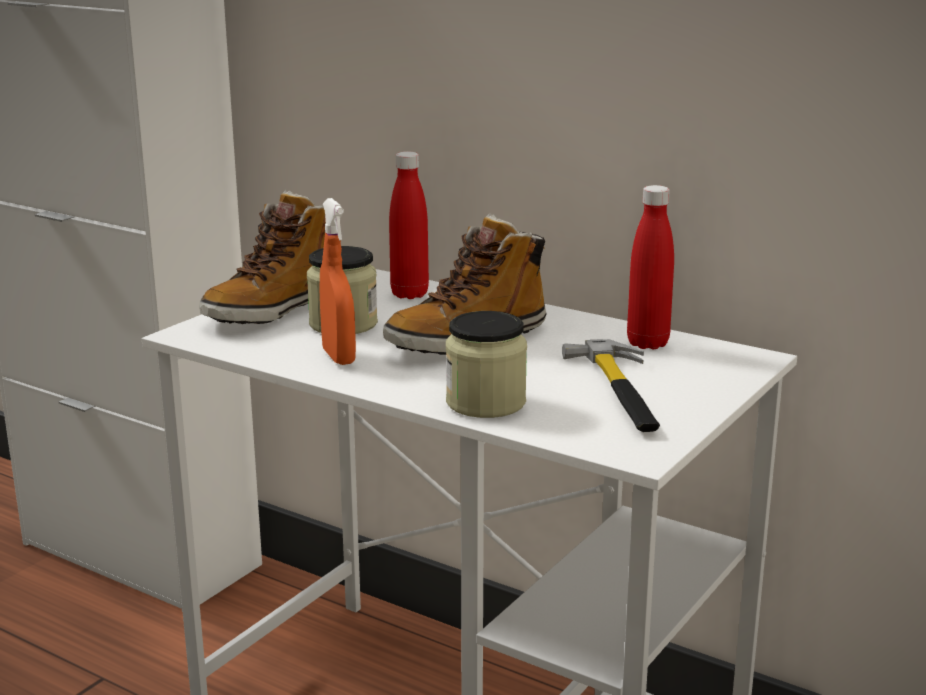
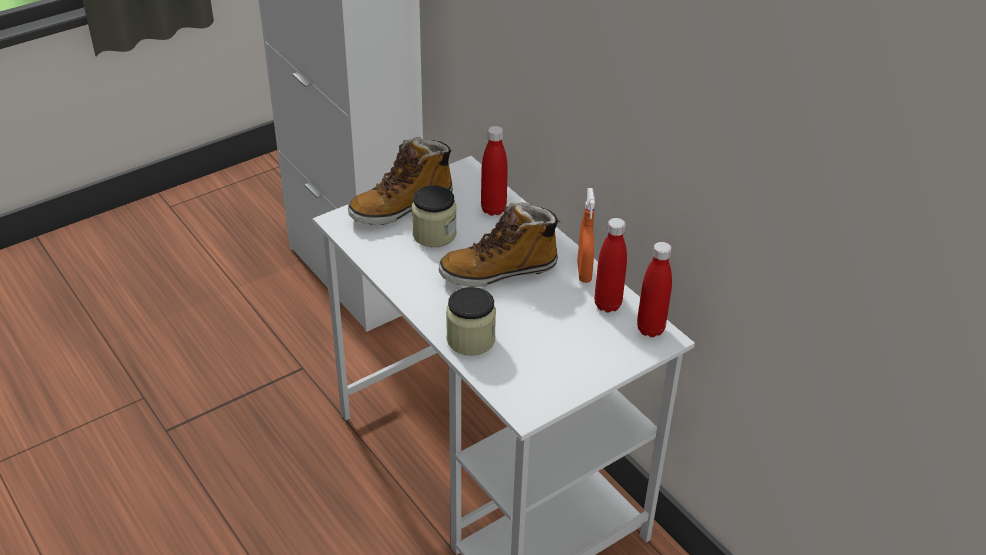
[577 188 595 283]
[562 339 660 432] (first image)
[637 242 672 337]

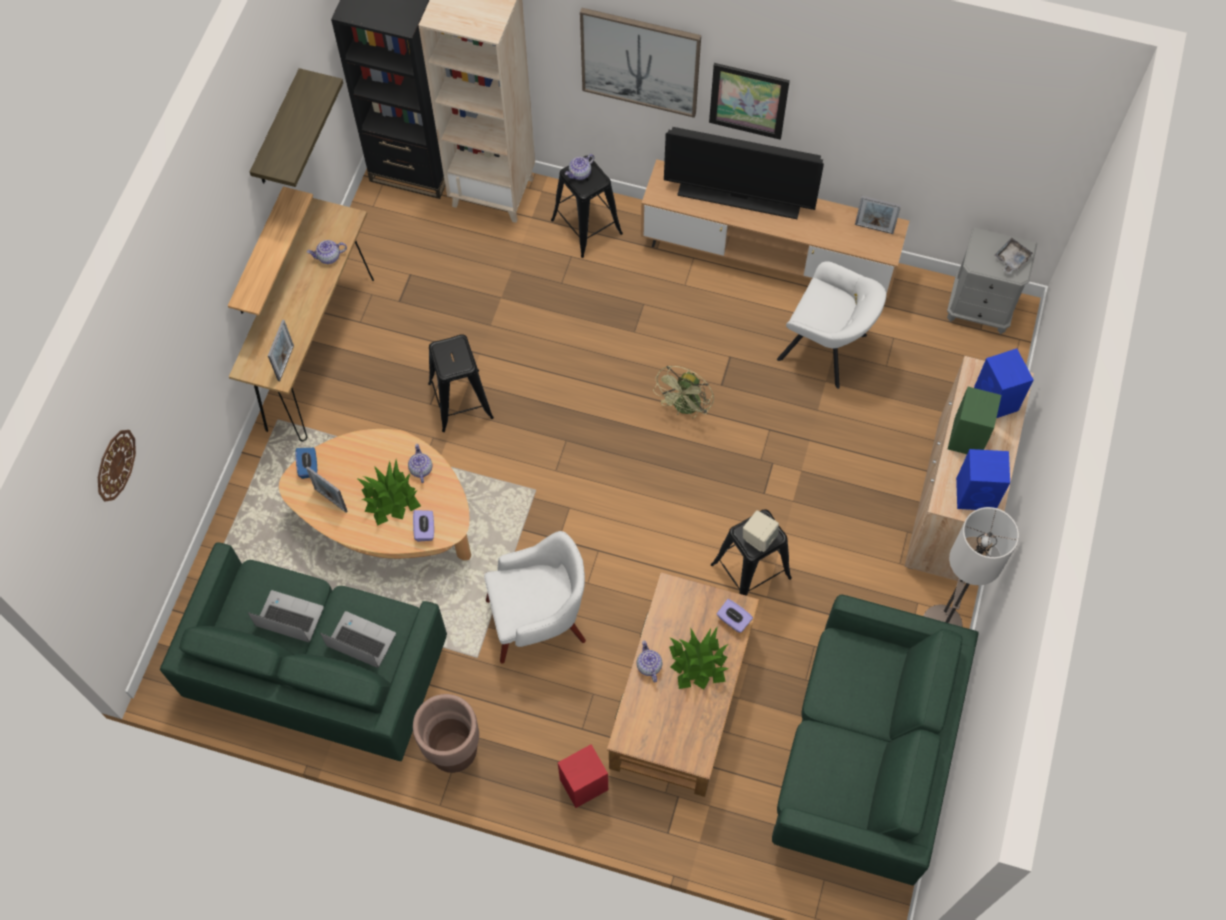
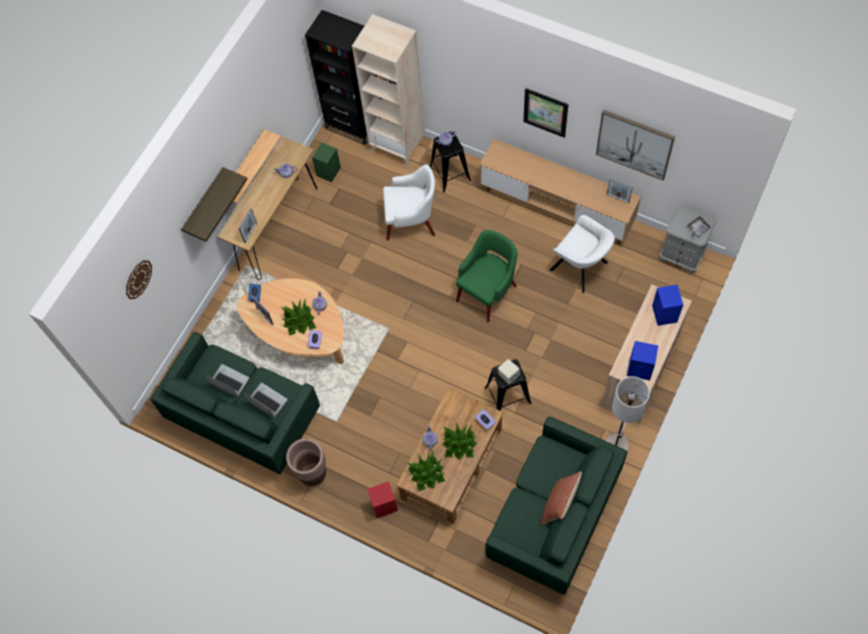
[181 167 247 242]
[428 334 494 432] (first image)
[383 164 435 241]
[596 110 675 181]
[456 230 518 322]
[664 127 824 219] (first image)
[312 142 341 182]
[407 451 445 491]
[541 471 582 525]

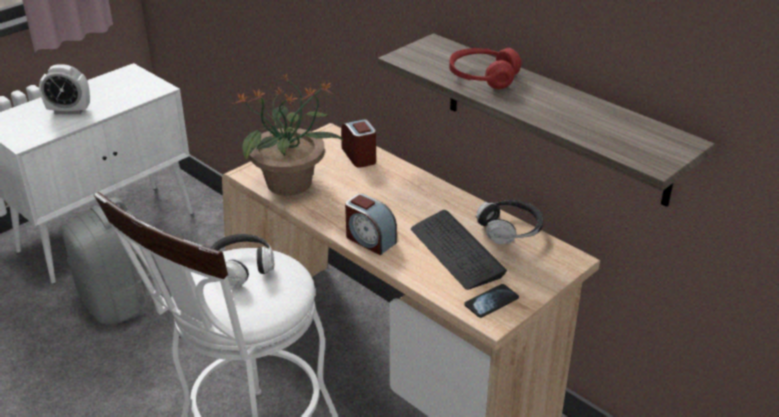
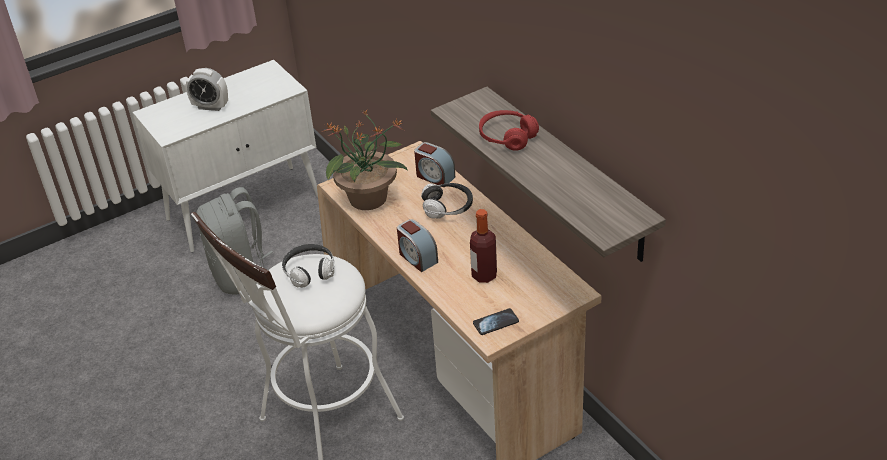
[414 142 455 185]
[470 209 497 283]
[421 183 473 219]

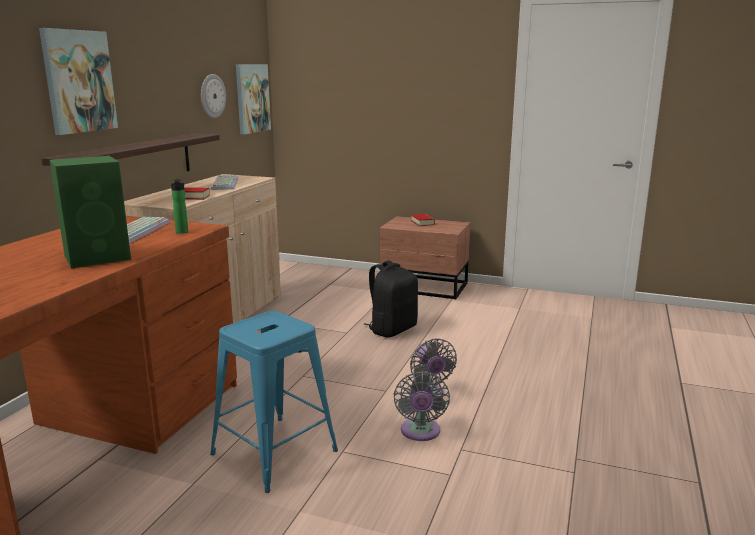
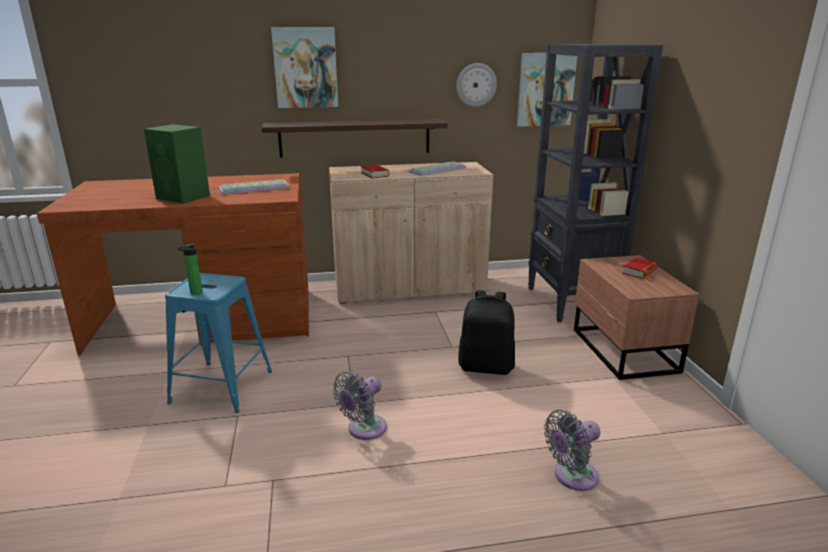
[177 243 203 295]
[544 410 600 491]
[528 44 663 322]

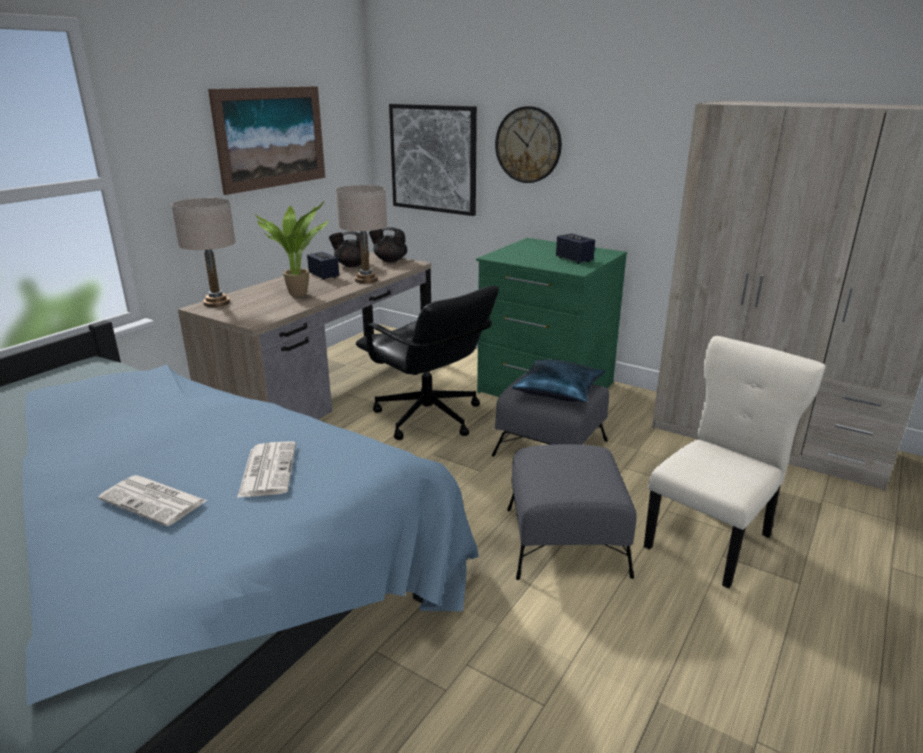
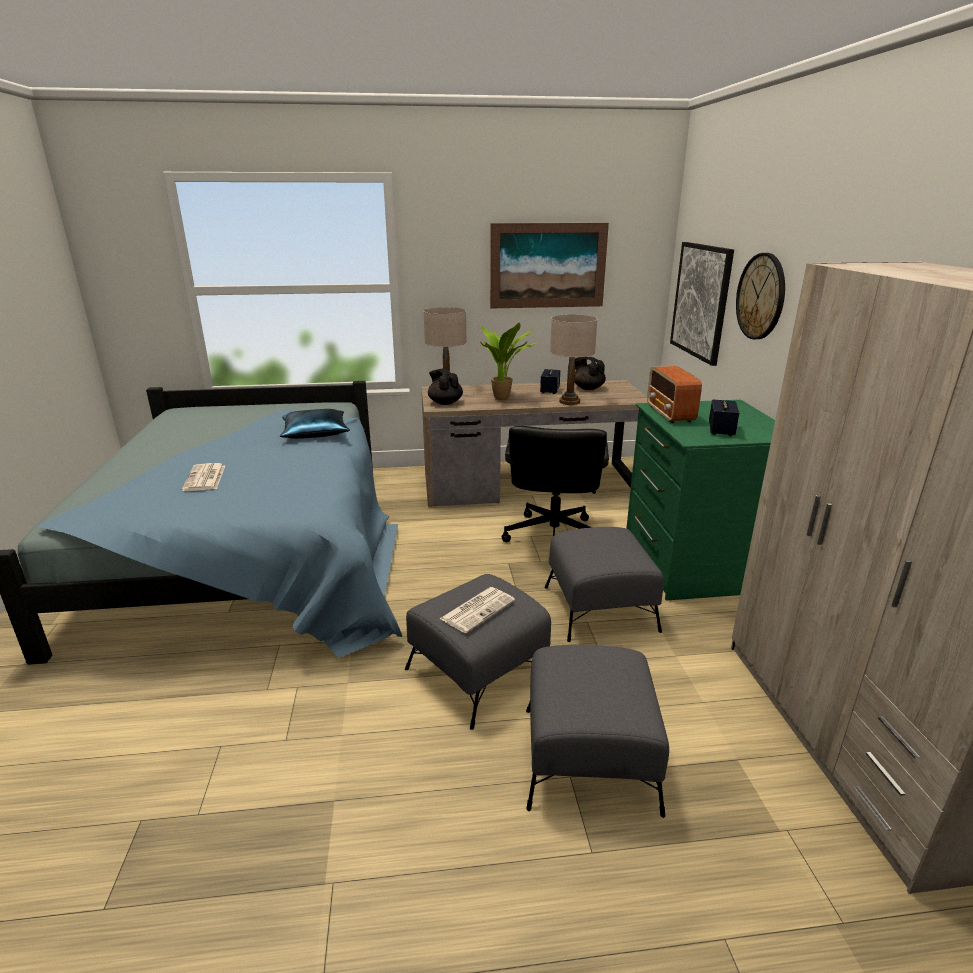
[440 587 515 633]
[428 369 463 405]
[280 409 350 439]
[526 645 669 818]
[647 366 702 423]

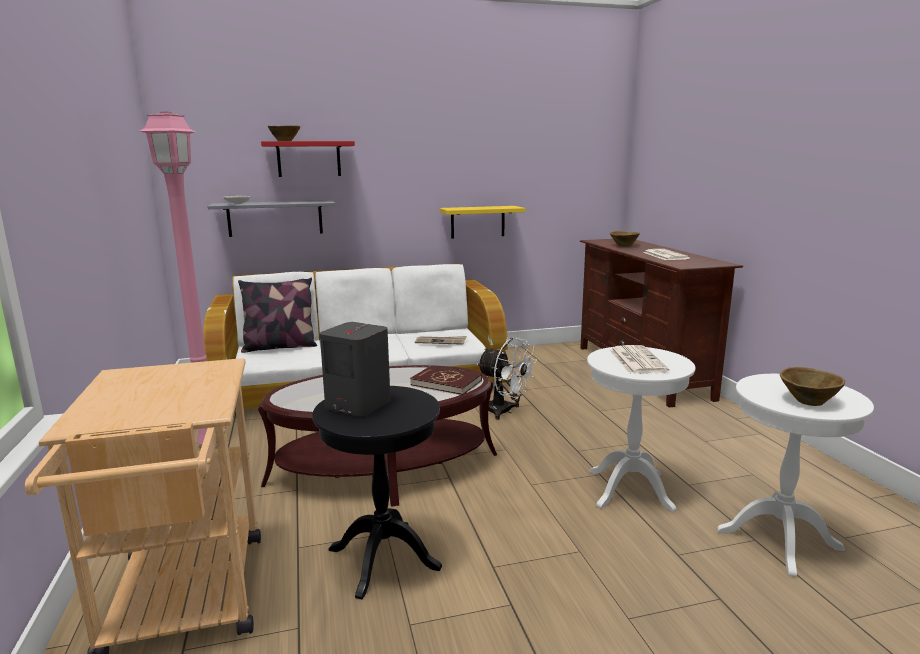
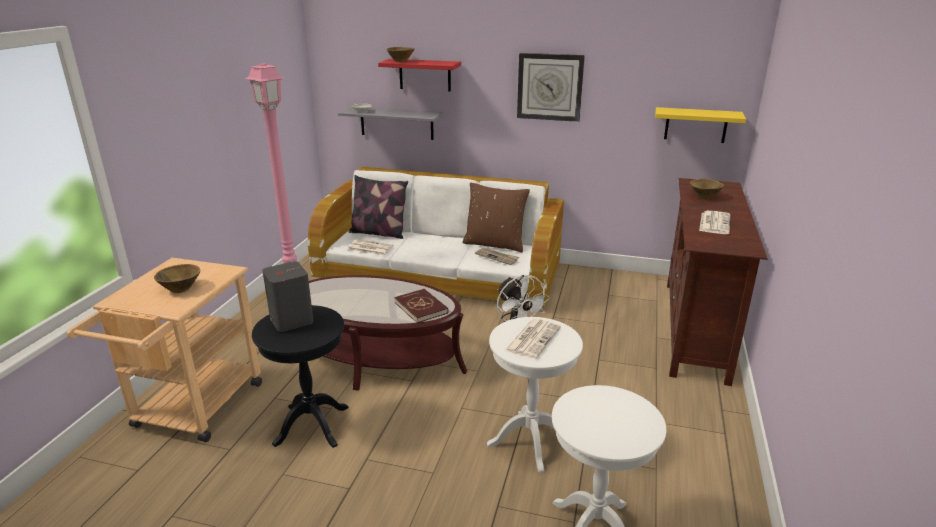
[655 107 746 143]
[154 264 200 293]
[348 239 394 255]
[462 183 530 252]
[517 53 585 122]

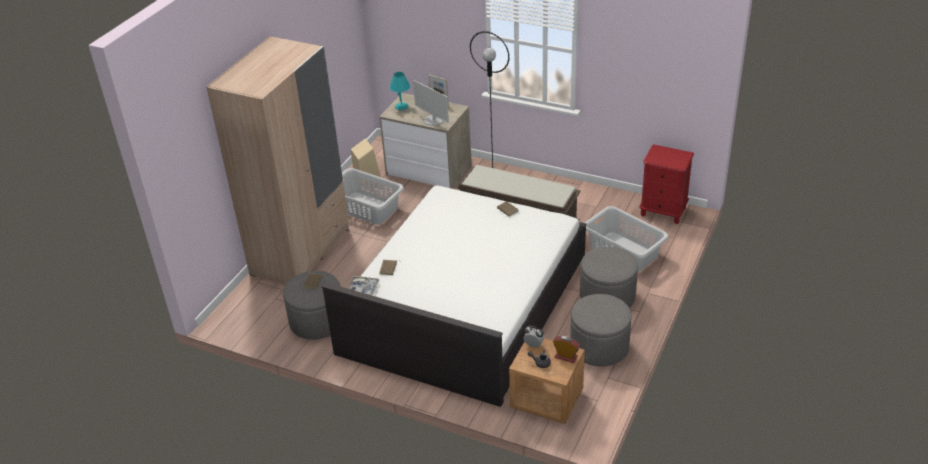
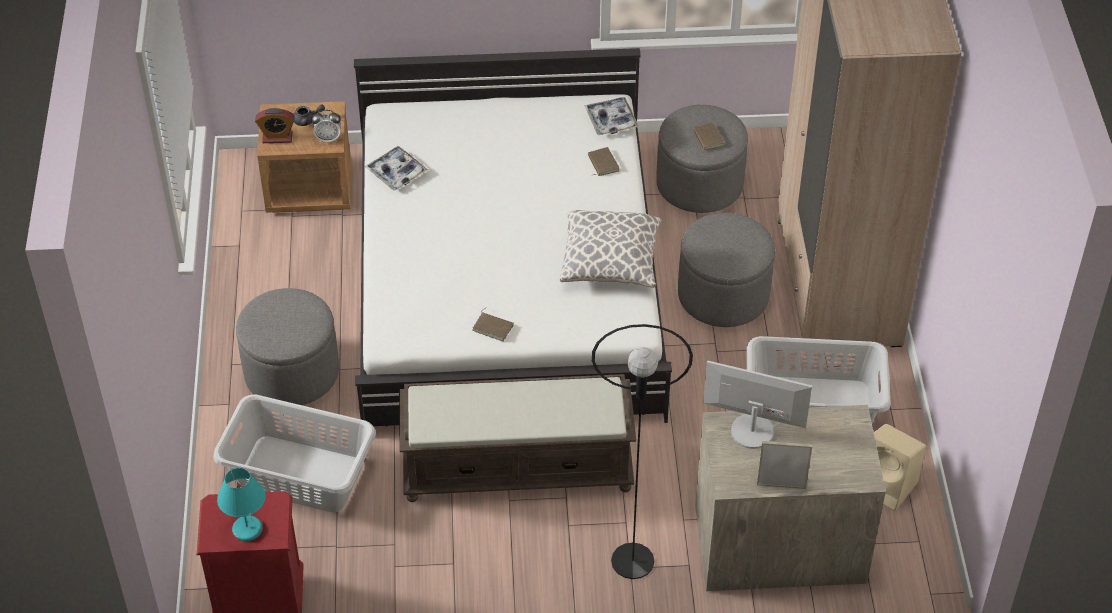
[217 468 266 541]
[678 213 775 327]
[365 146 428 190]
[560 210 661 288]

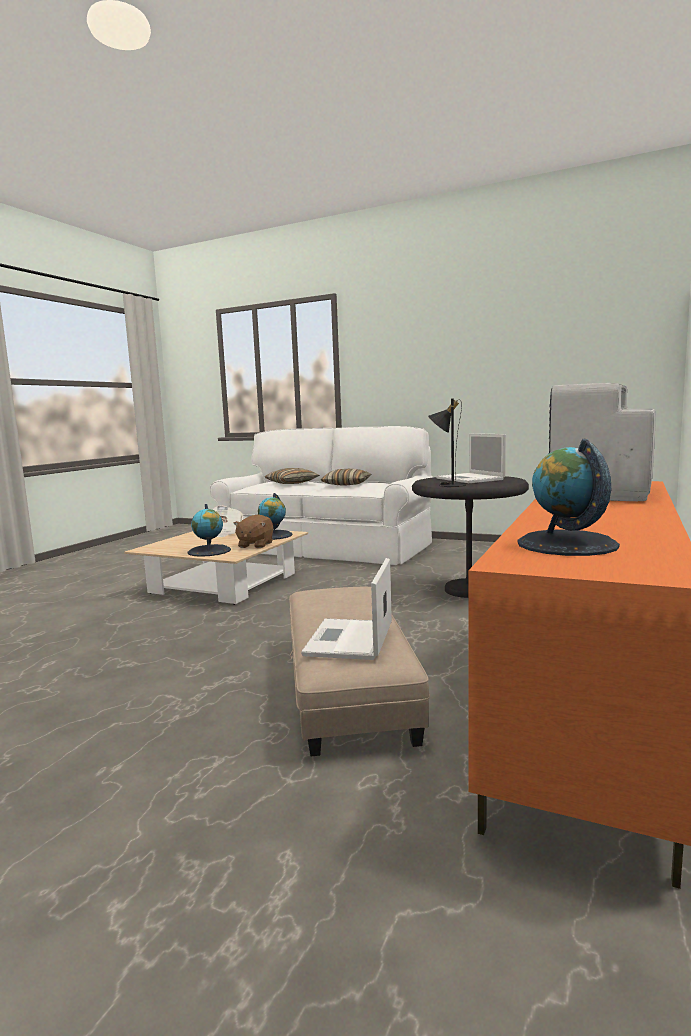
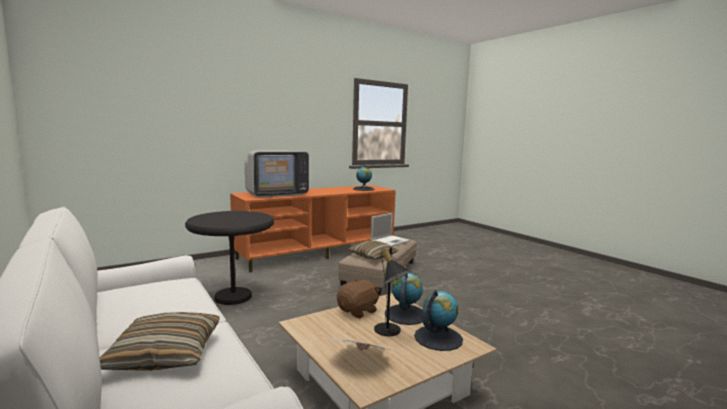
[414 290 463 351]
[347 241 398 259]
[374 247 410 336]
[436 433 506 483] (first image)

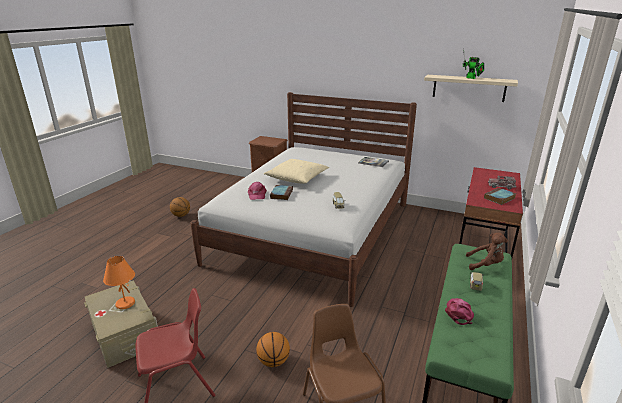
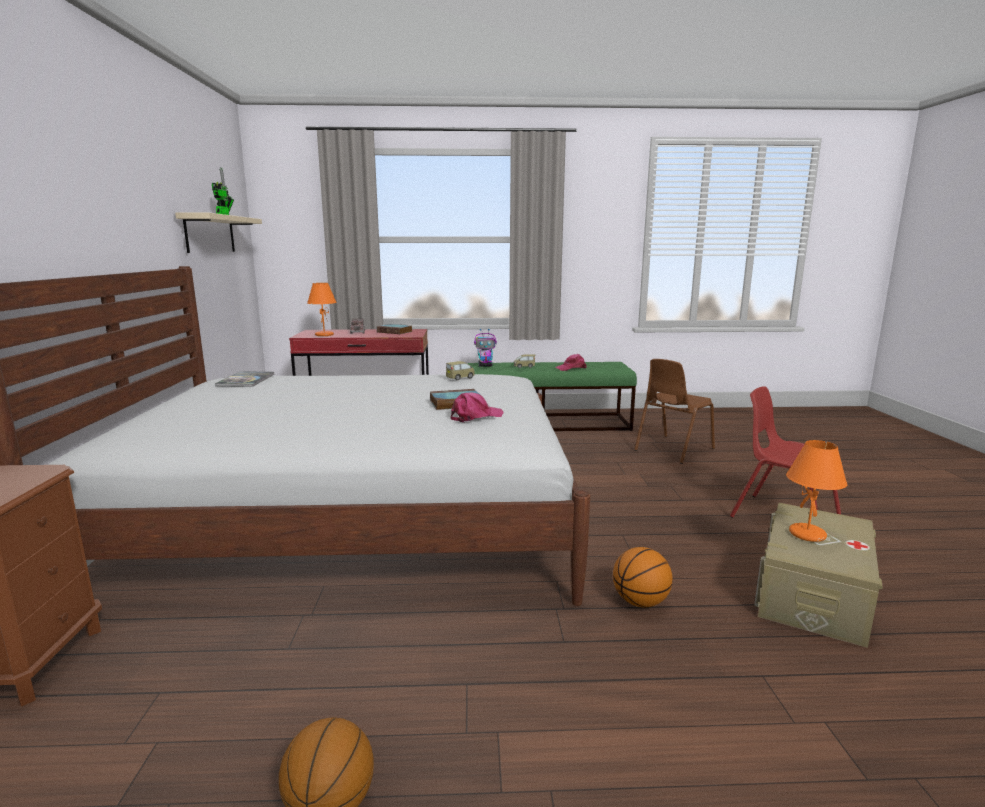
[613 547 673 607]
[264 159 329 184] (first image)
[474 329 497 367]
[307 283 337 336]

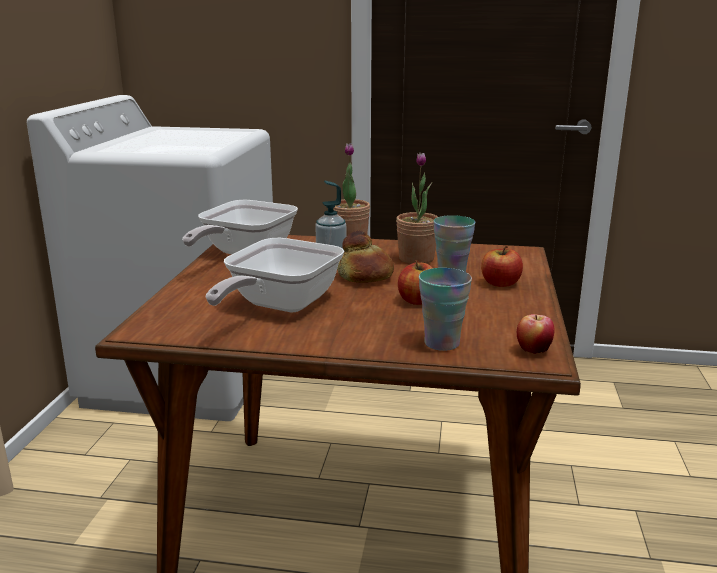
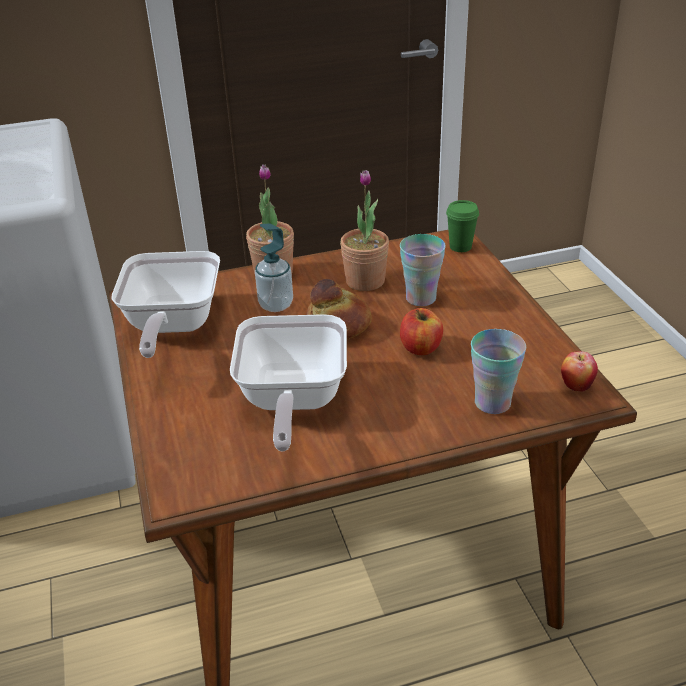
[481 246 523 287] (first image)
[446 200 479 252]

